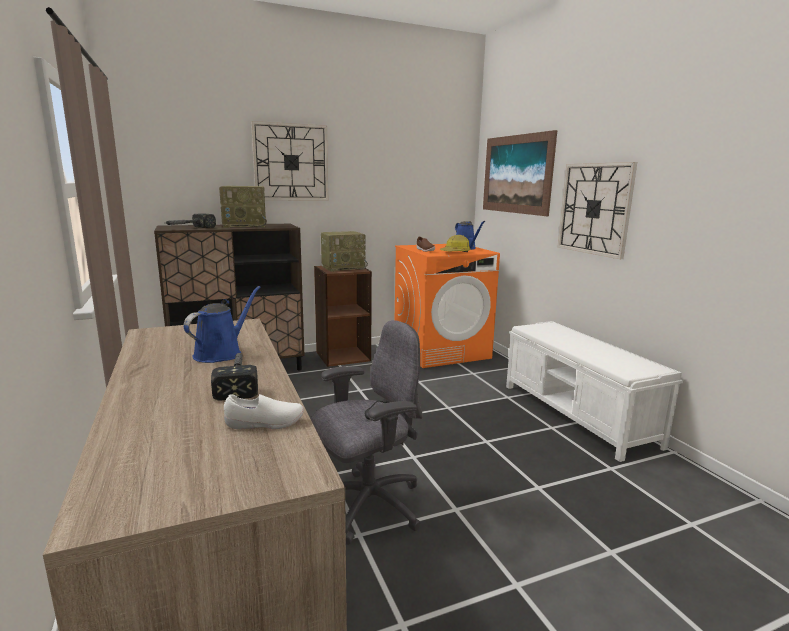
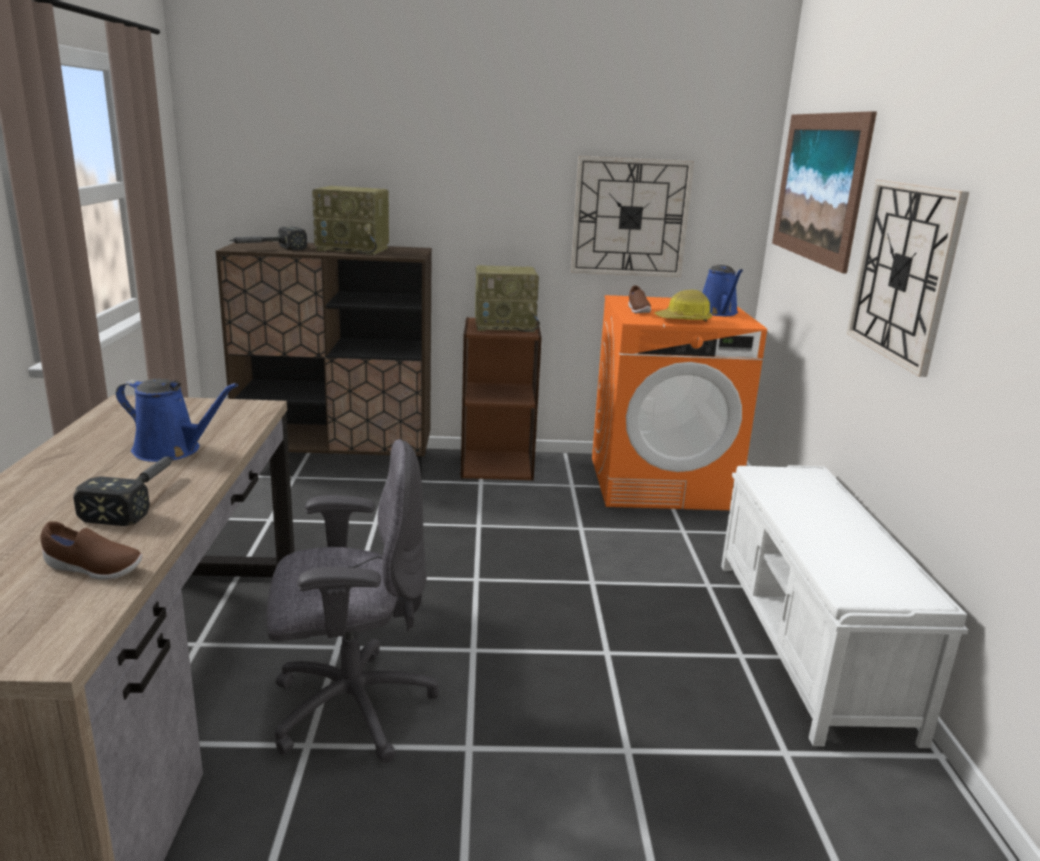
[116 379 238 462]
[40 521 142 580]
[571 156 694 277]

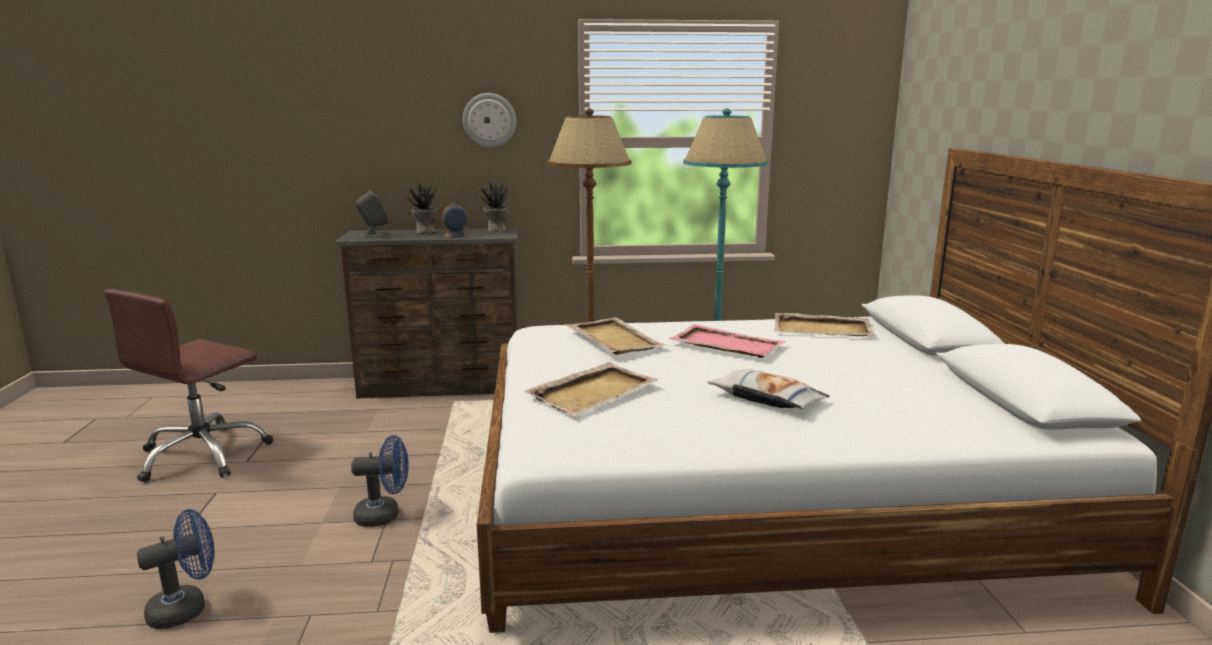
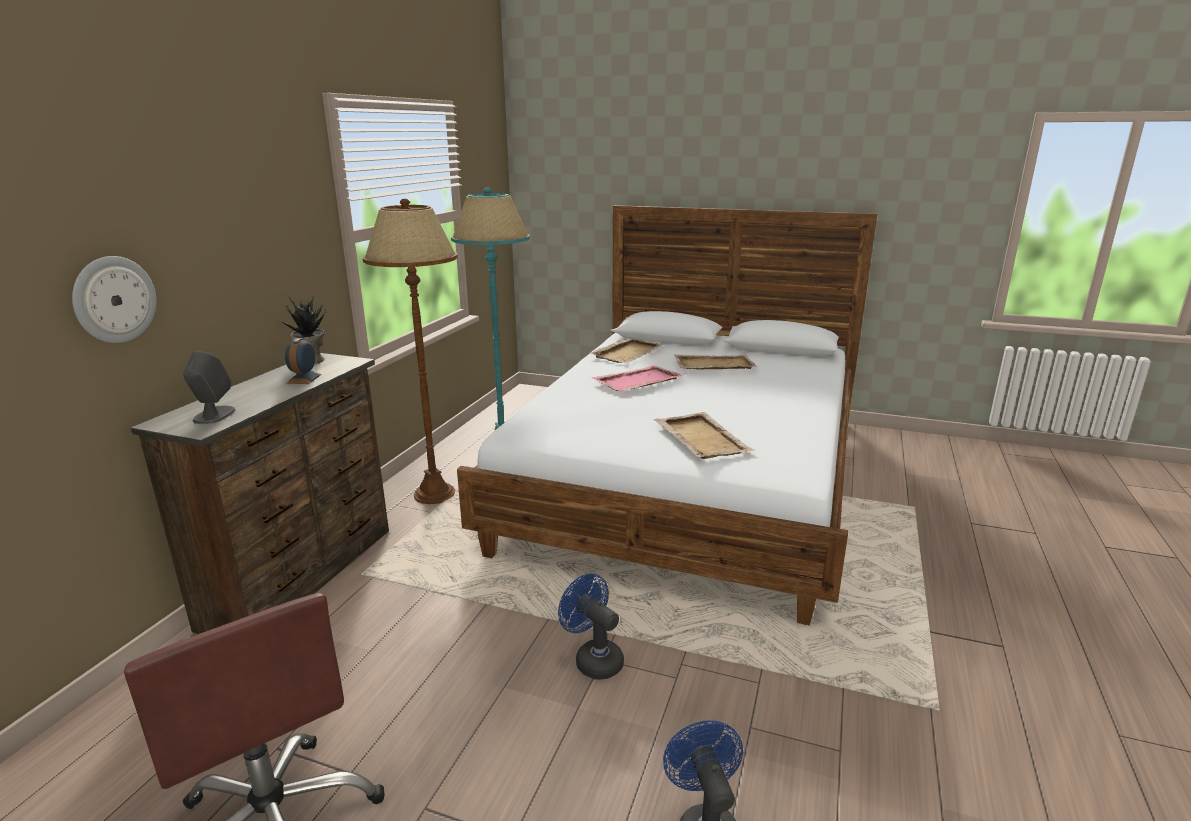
[558 574 624 680]
[402 178 437 233] (first image)
[72 256 156 343]
[674 354 757 370]
[707 369 829 409] (first image)

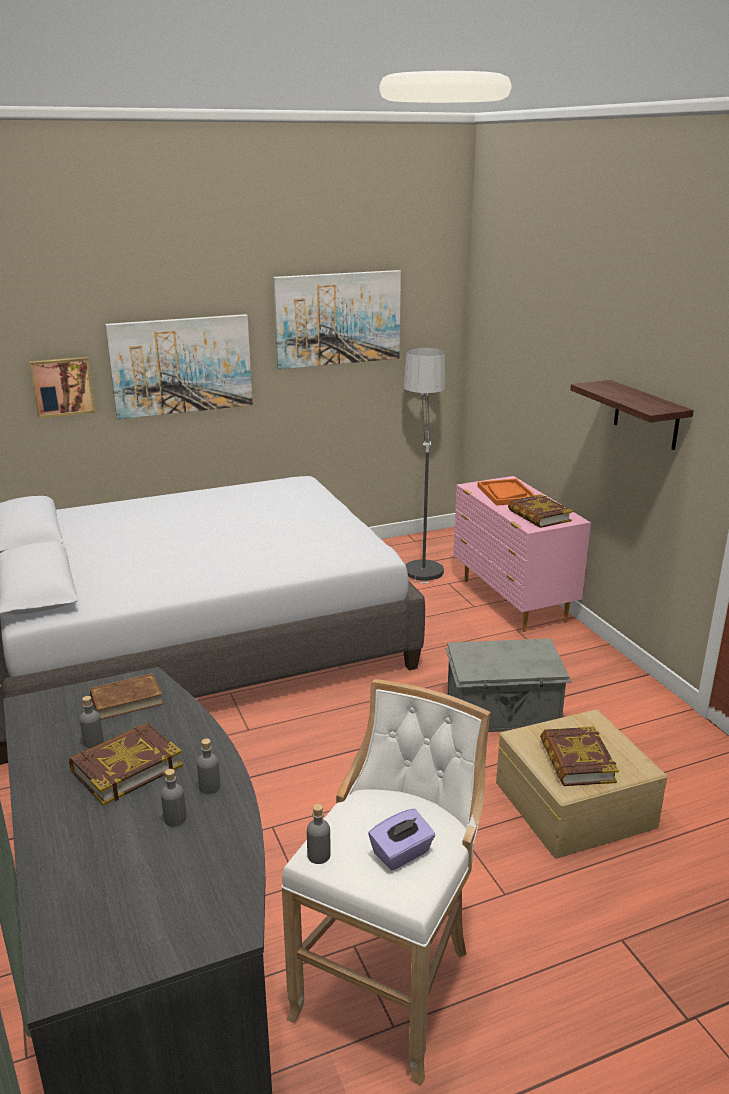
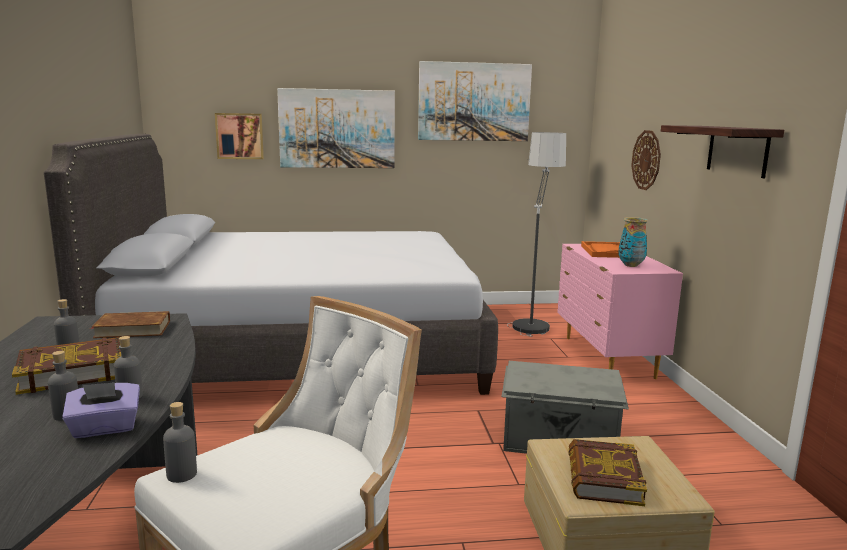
[62 382 140 438]
[618 217 648 267]
[631 130 661 190]

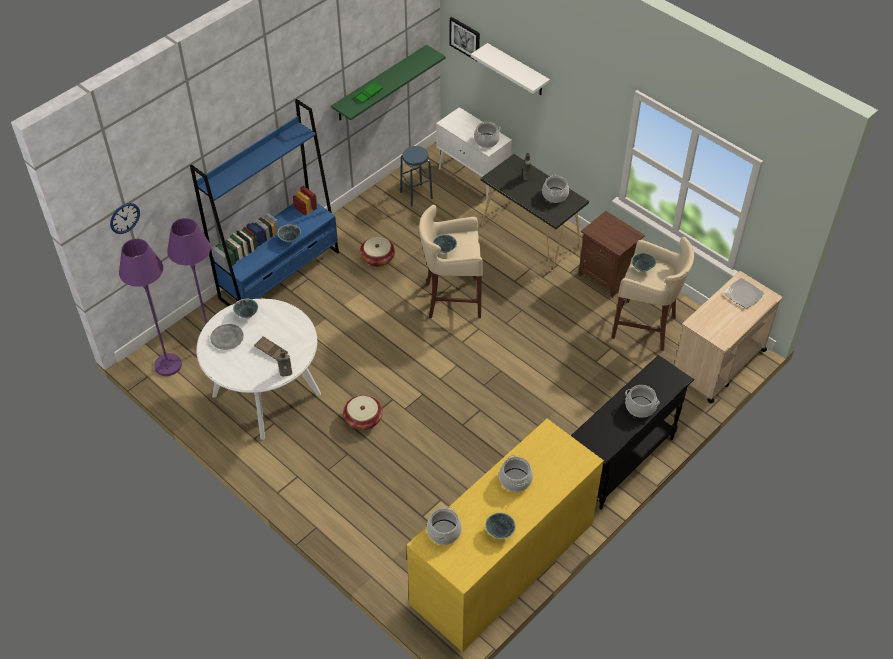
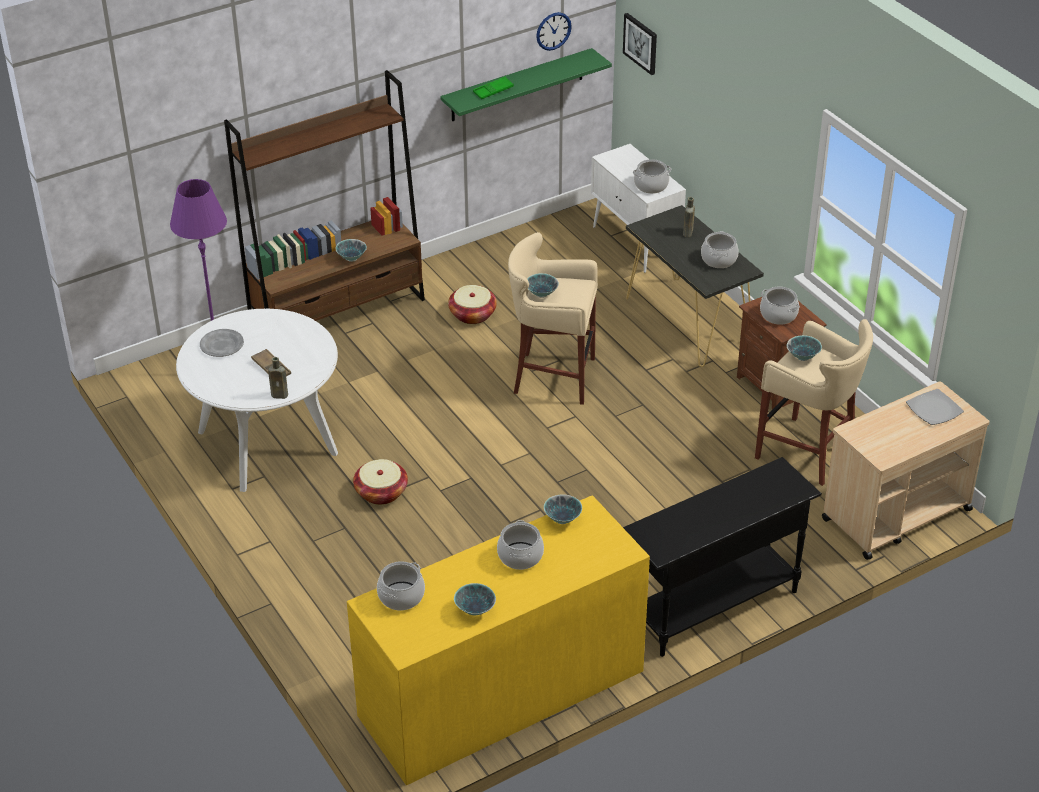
[536 12 572 51]
[119 239 182 376] (first image)
[224 70 425 321]
[544 494 582 524]
[400 146 433 207] (first image)
[471 43 550 95] (first image)
[760 287 800 325]

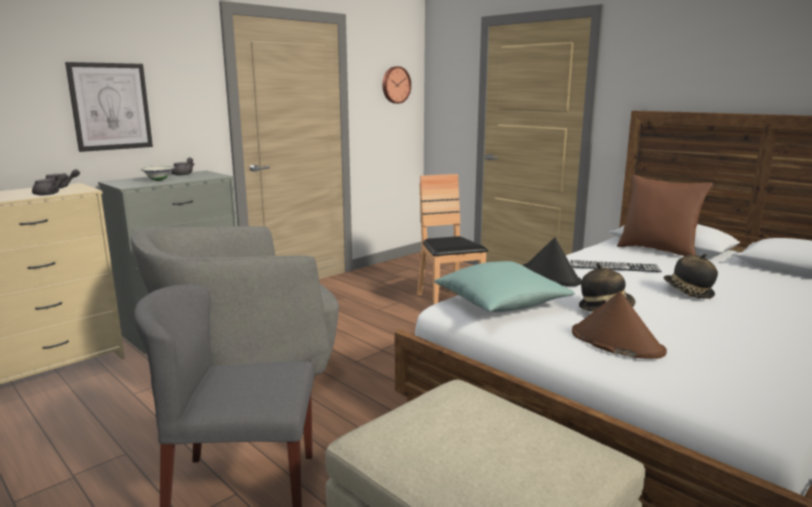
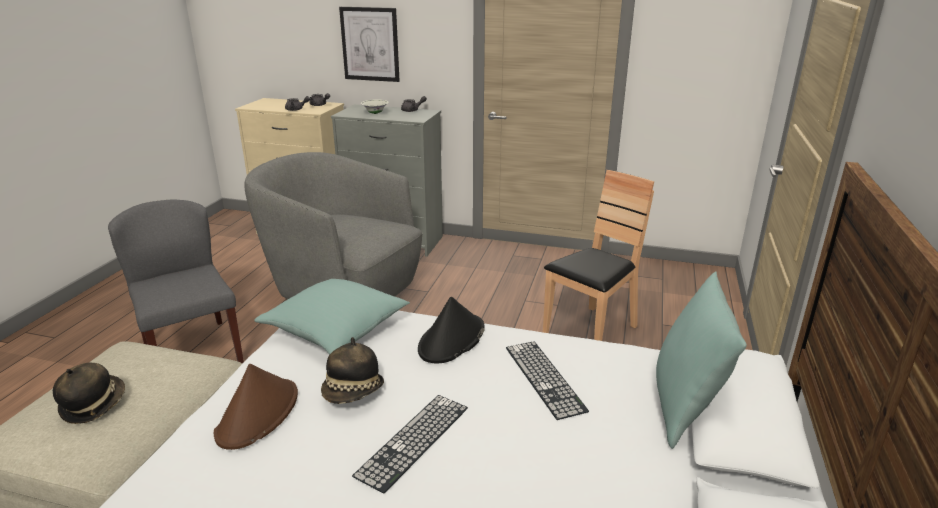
[382 66 411 104] (first image)
[656 271 747 449]
[53 363 125 424]
[352 395 468 493]

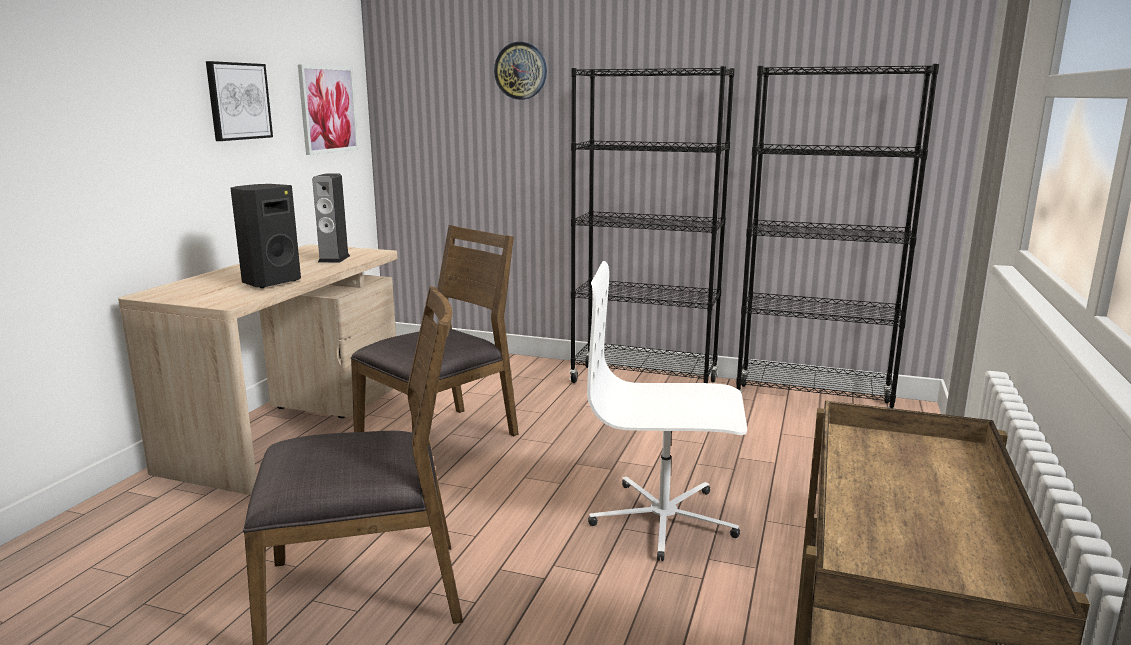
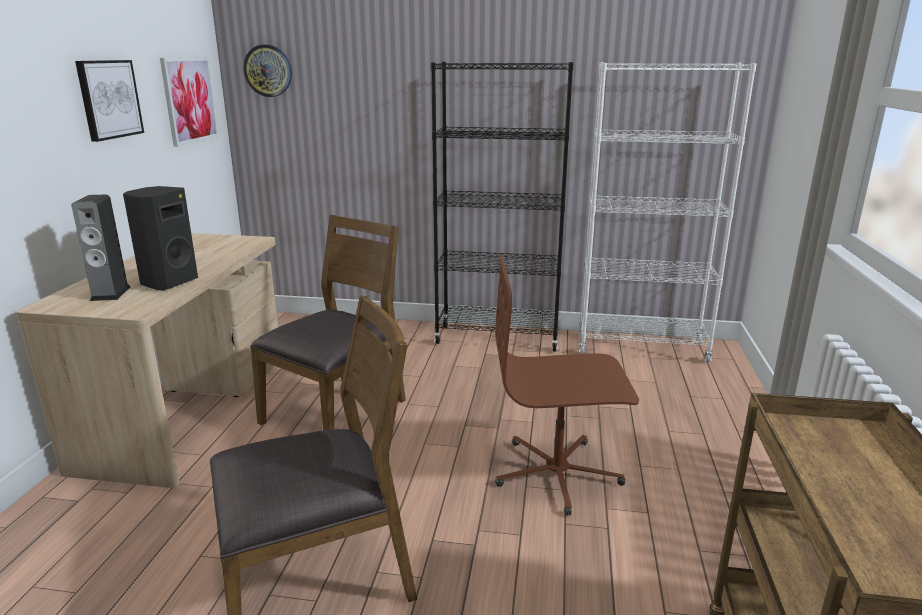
[72 195 130 301]
[243 44 292 97]
[495 254 639 515]
[579 62 757 363]

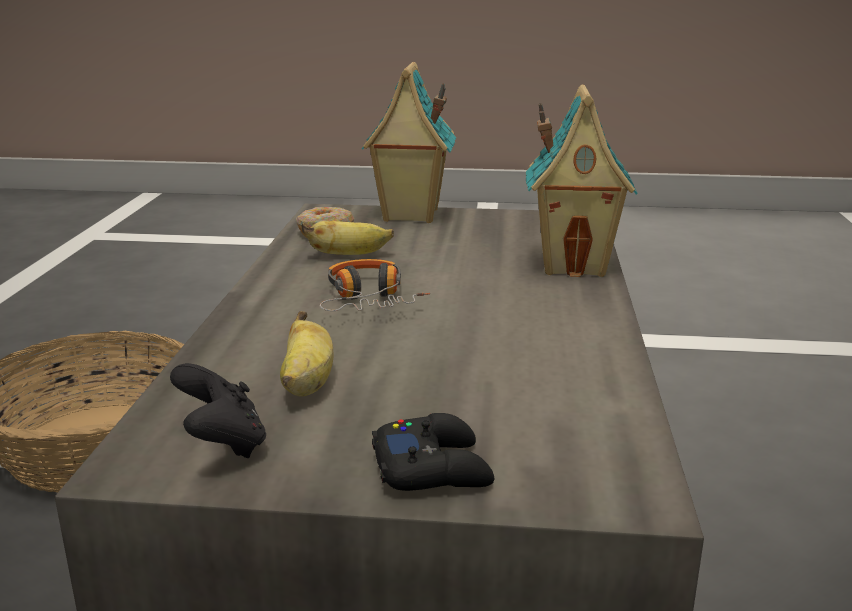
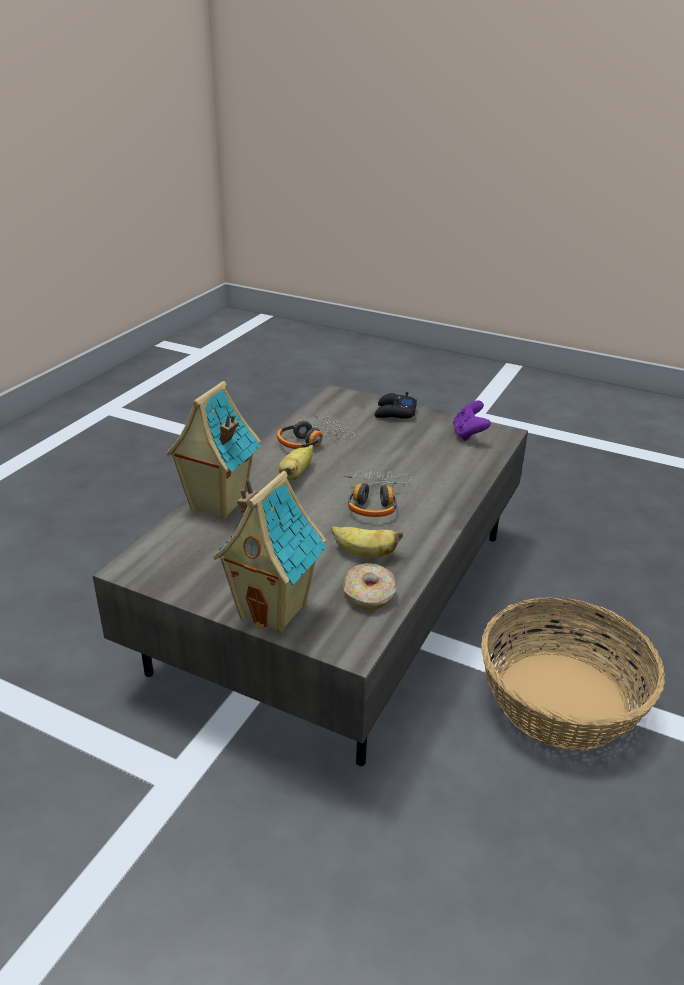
[453 400 491 441]
[279 445 313 482]
[277 415 355 449]

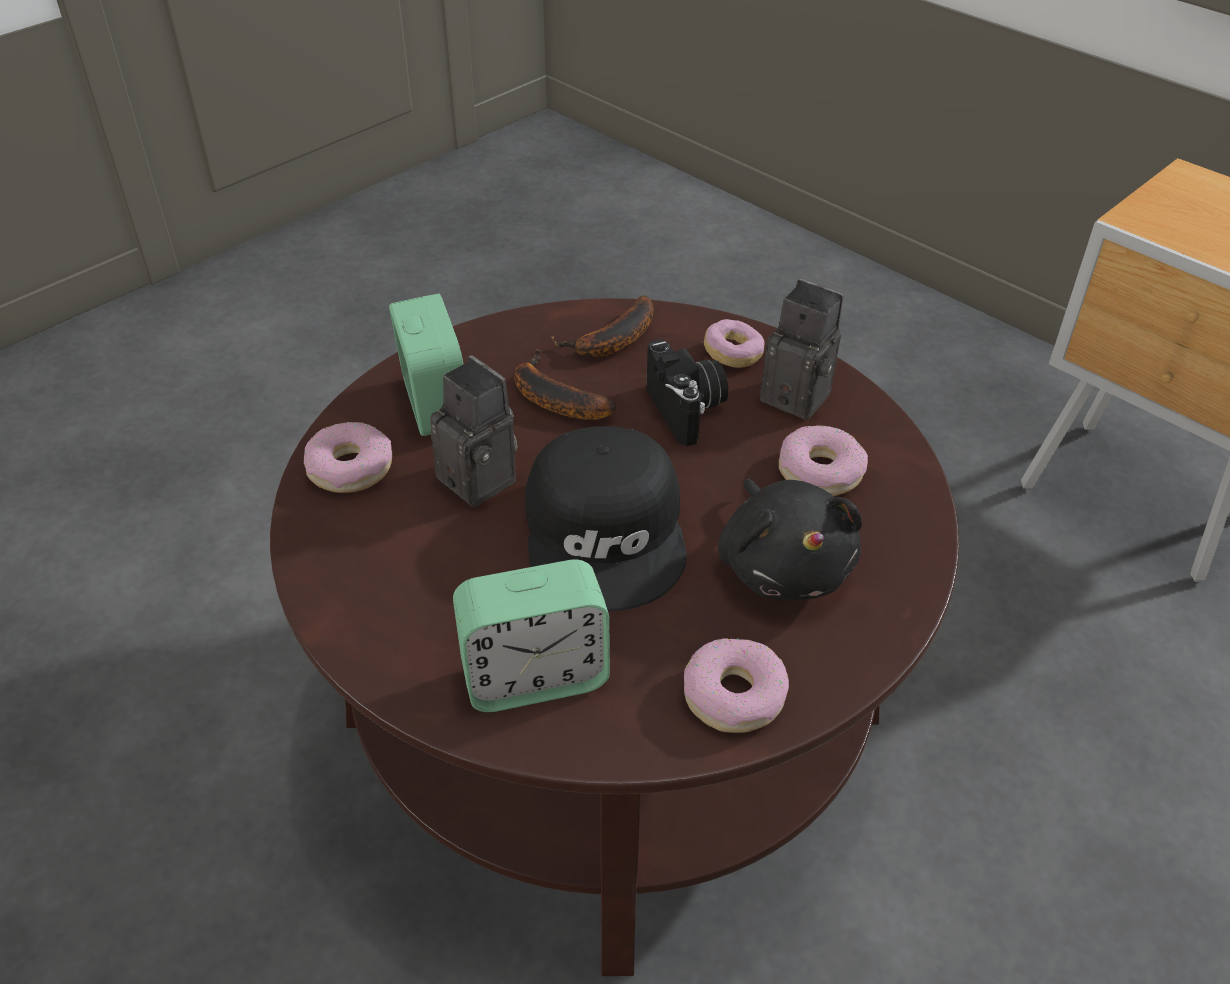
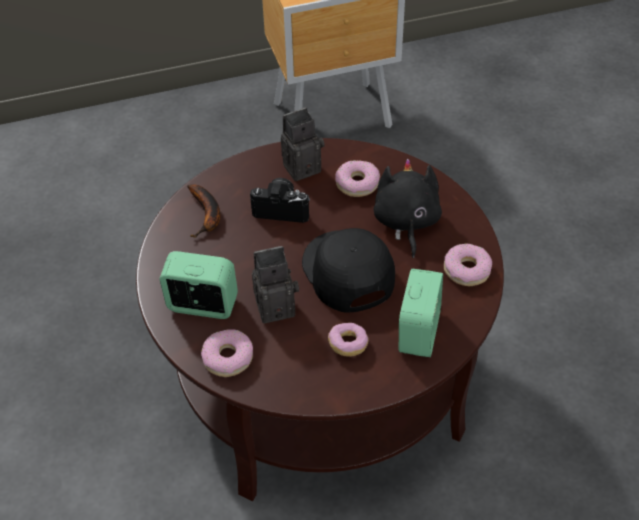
[514 349 616 420] (first image)
[302 228 395 313]
[328 323 368 357]
[374 159 442 258]

